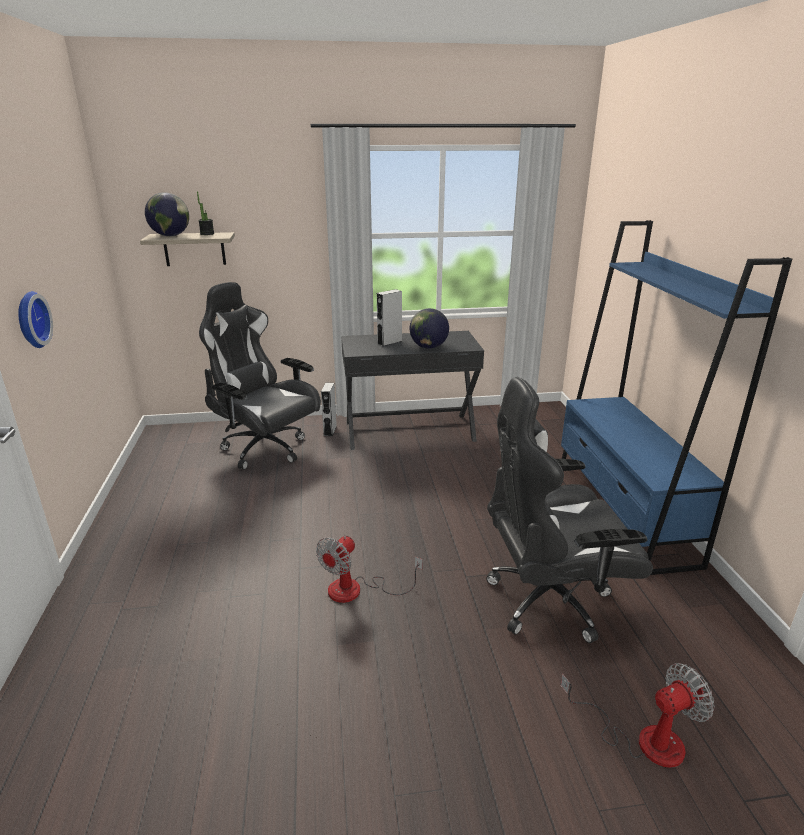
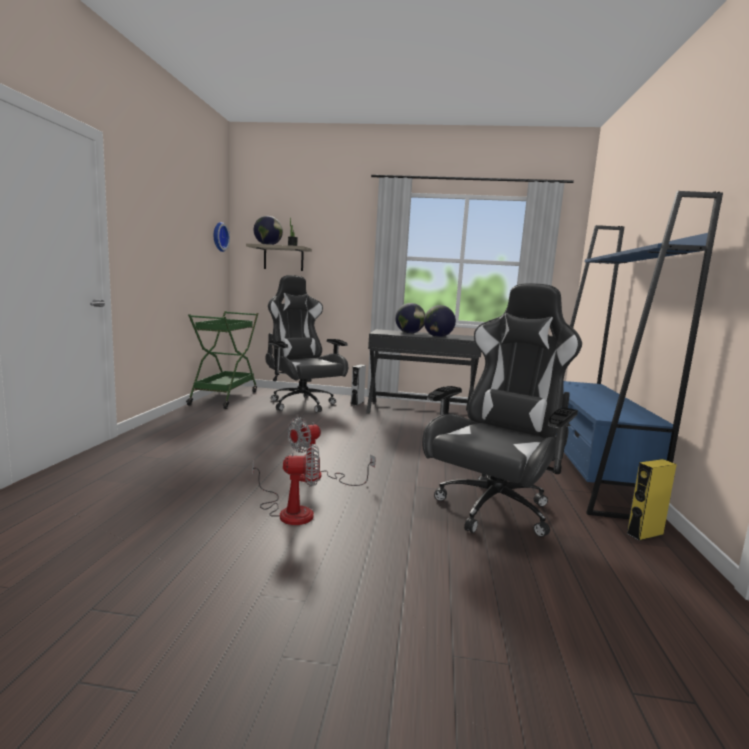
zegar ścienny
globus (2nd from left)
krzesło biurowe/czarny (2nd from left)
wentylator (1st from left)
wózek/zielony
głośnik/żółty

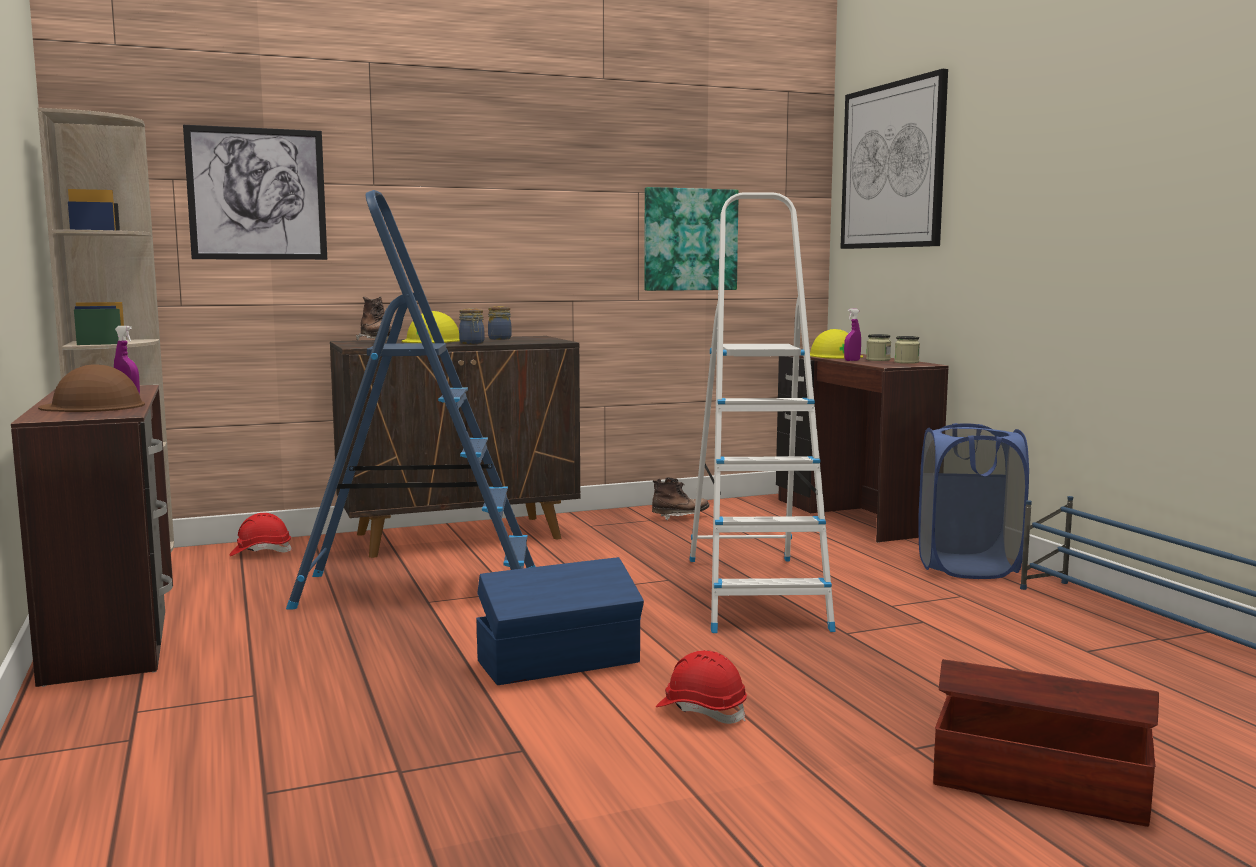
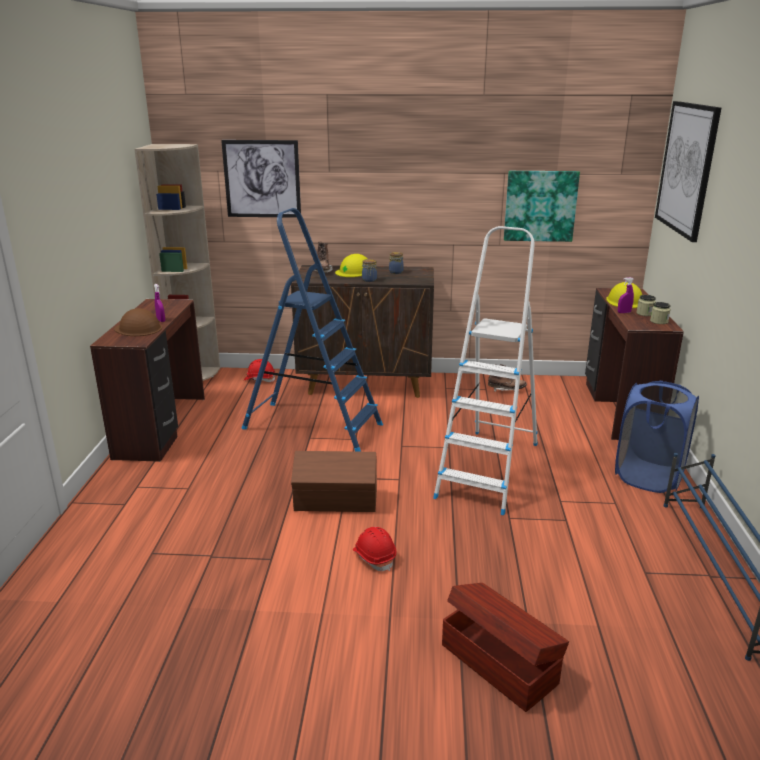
pojemnik do przechowywania/brązowy (1st from left)

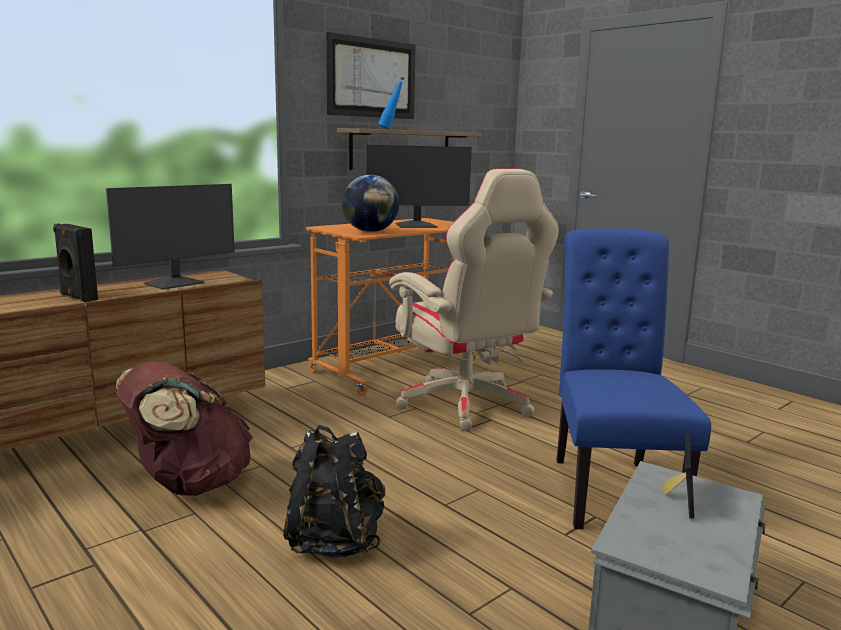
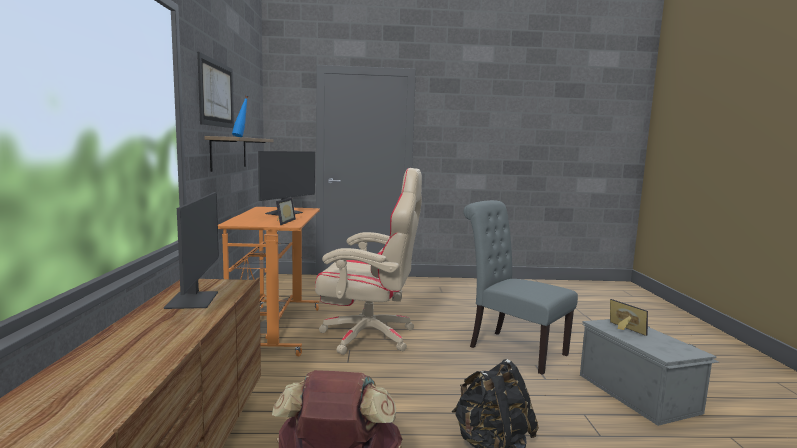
głośnik/czarny
ramka na zdjęcie (1st from left)
krzesło/szary

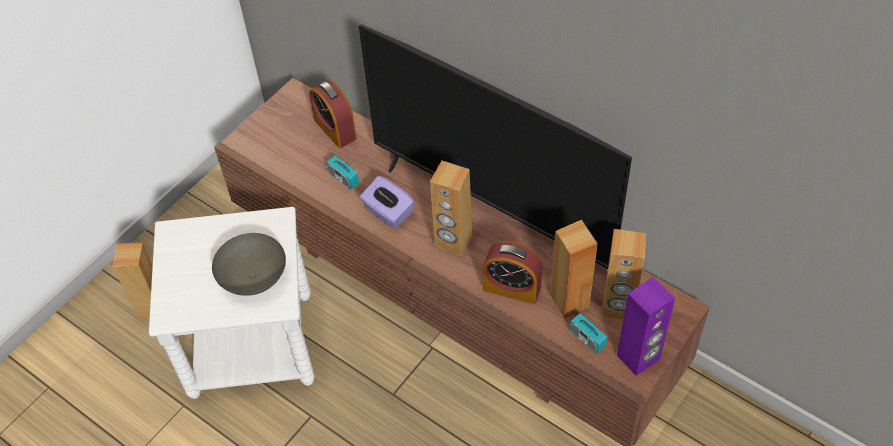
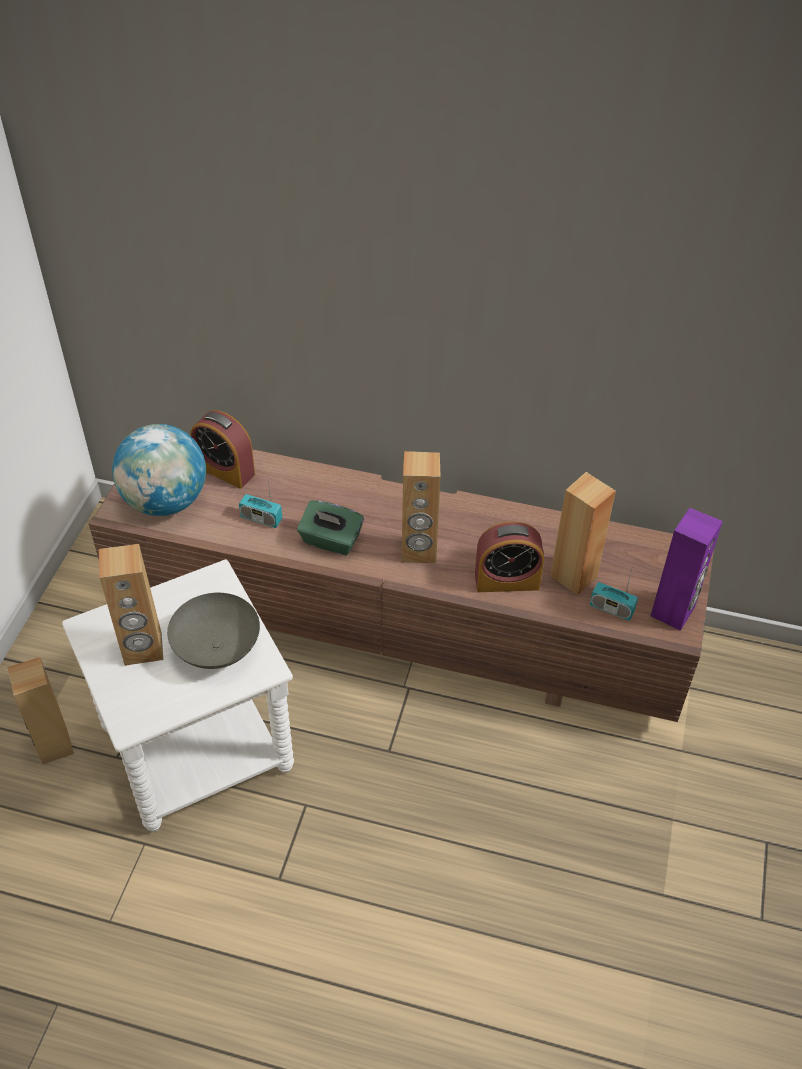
telewizor
pudełko chusteczek/zielony
głośnik/brązowy (2nd from left)
globus

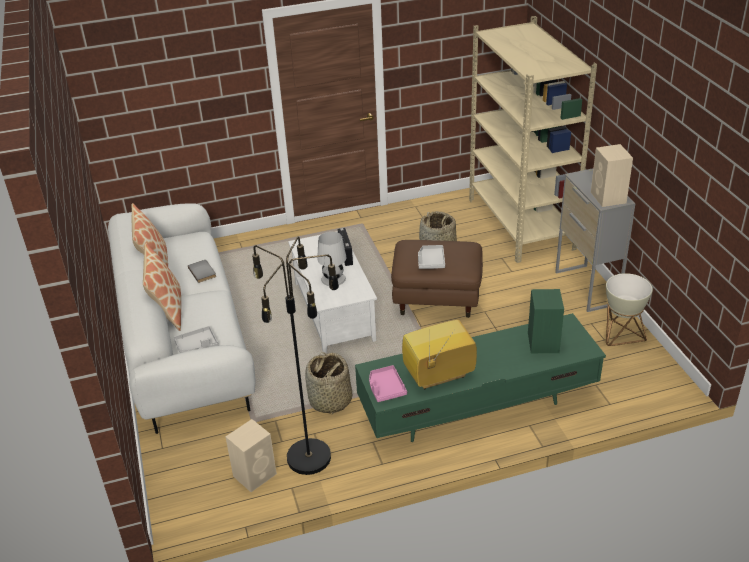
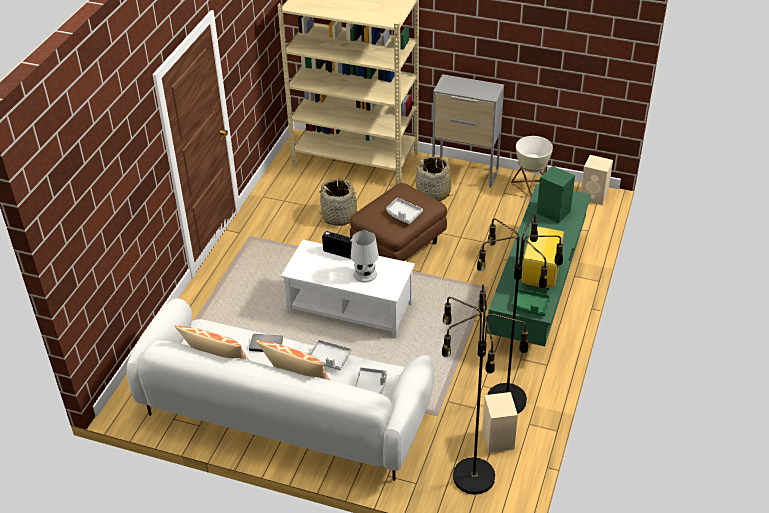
koszyk (2nd from left)
taca/zielony
głośnik/beżowy (2nd from left)
taca/szary (1st from left)
lampa stojąca (1st from left)

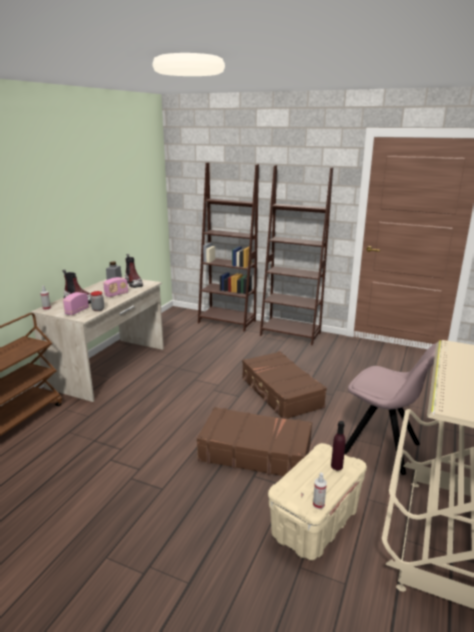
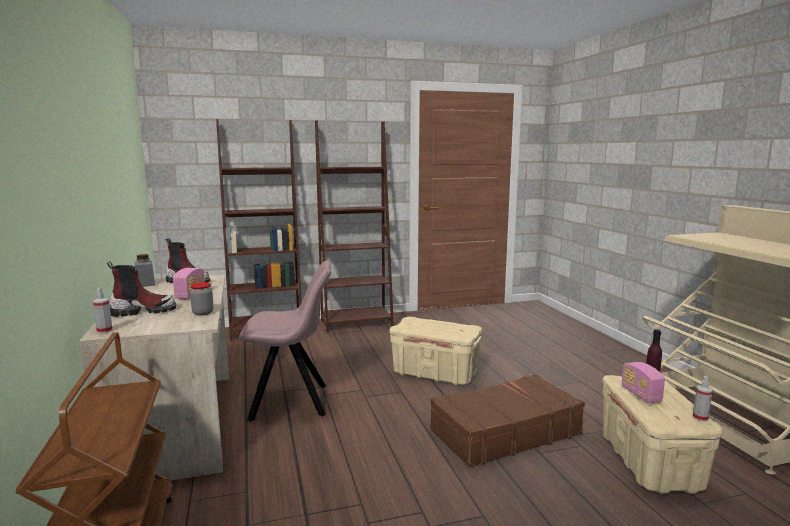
radio (2nd from left)
pojemnik do przechowywania/beżowy (1st from left)
krzesło/różowy

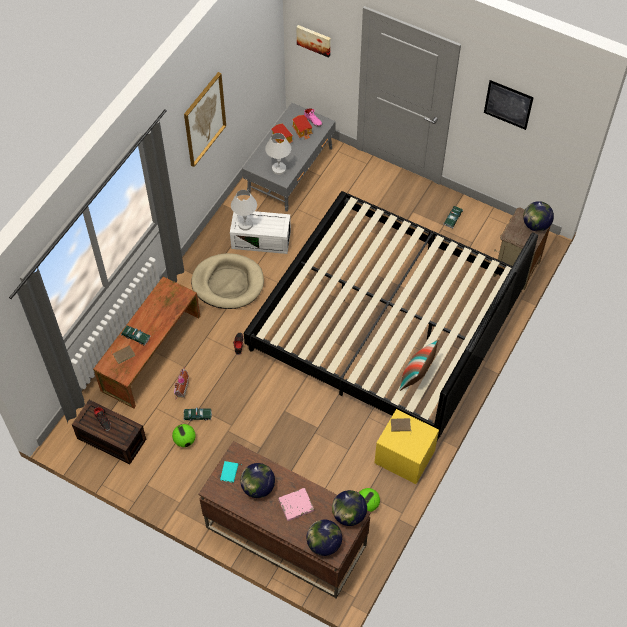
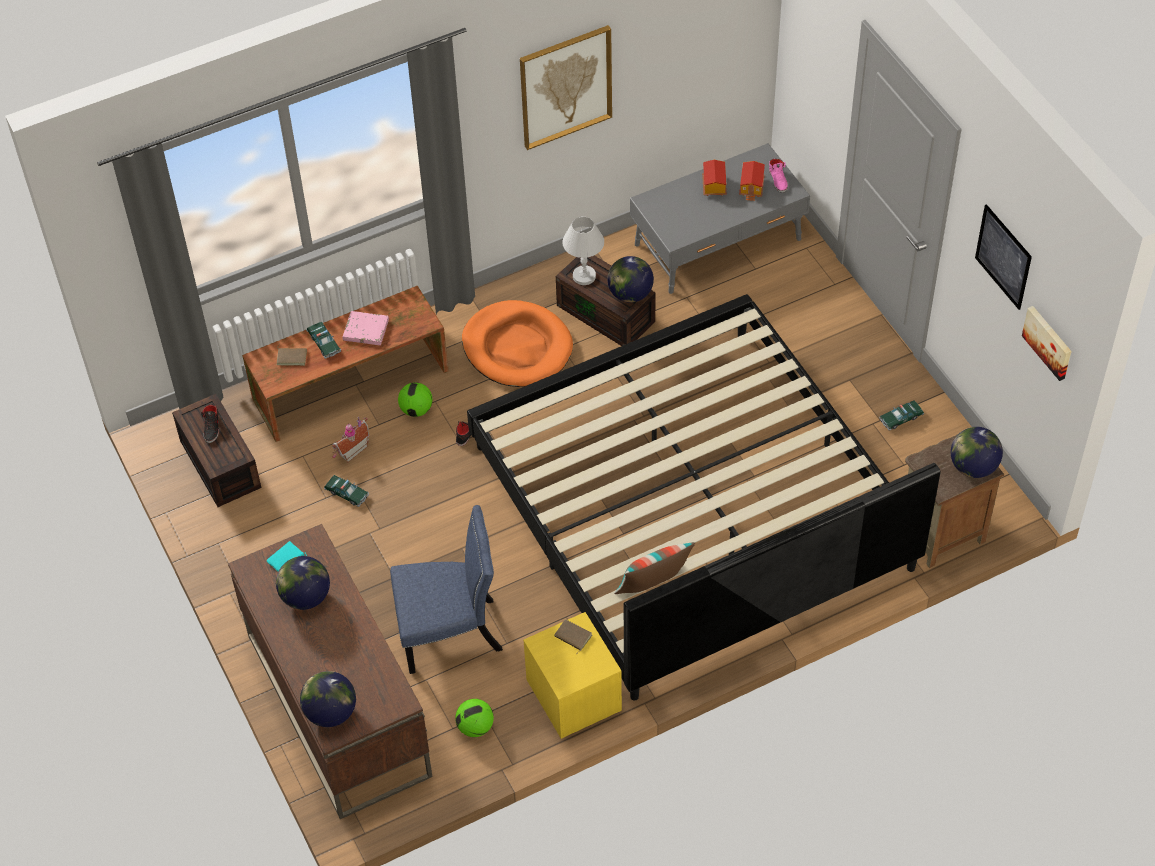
piłka futbolowa (1st from left)
legowisko/pomarańczowy
pojemnik do przechowywania/brązowy (2nd from left)
lampa stołowa/biały (2nd from left in the first image)
książka/różowy
obraz (3rd from left)
globus (3rd from left)
krzesło/niebieski

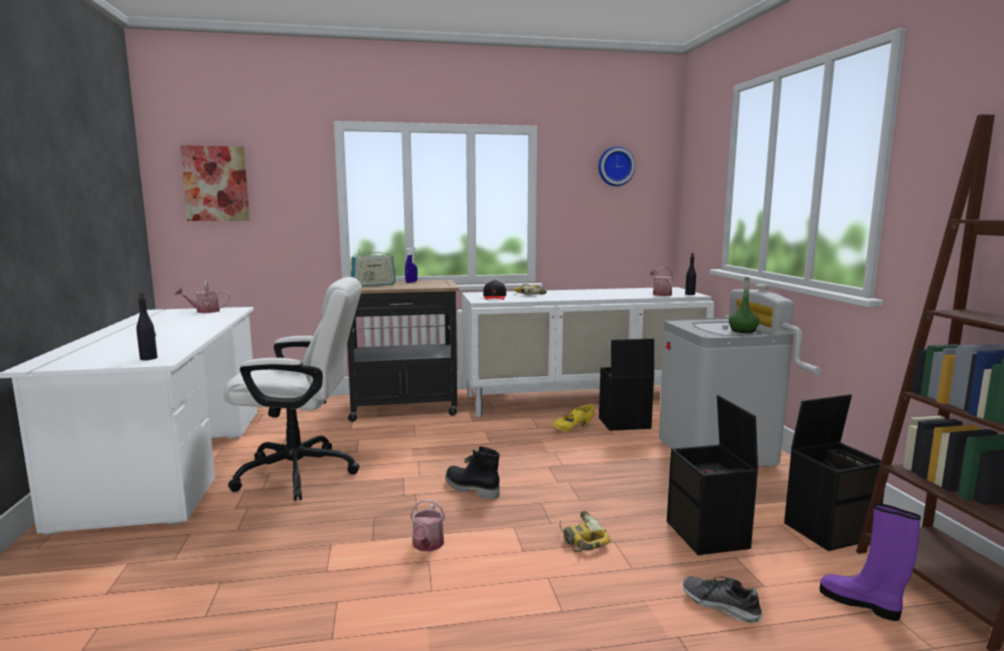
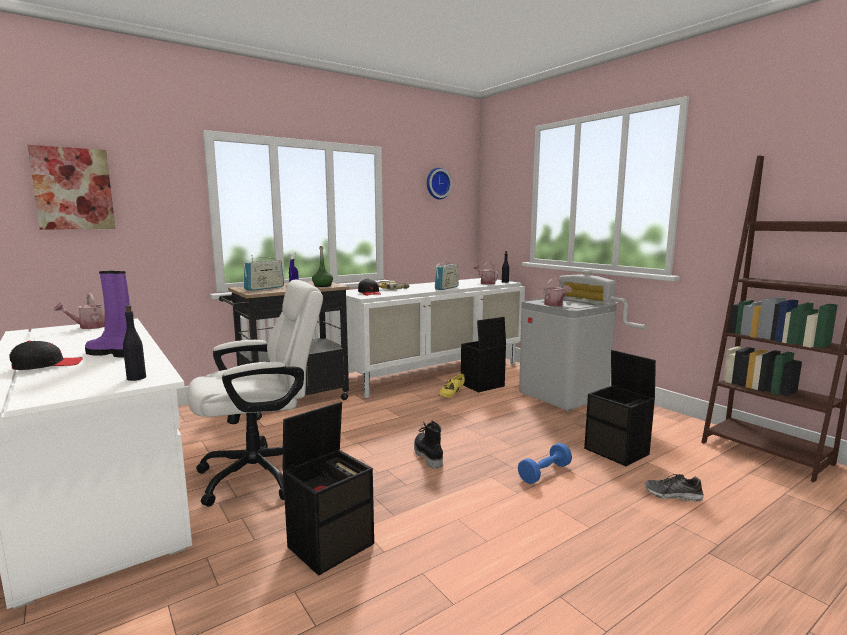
konewka (3rd from left)
but z cholewką/czarny
hantel/niebieski
butelka/zielony
pojemnik do przechowywania/czarny (1st from left)
but z cholewką/fioletowy
czapka z daszkiem/czarny (1st from left)
radio (2nd from left)

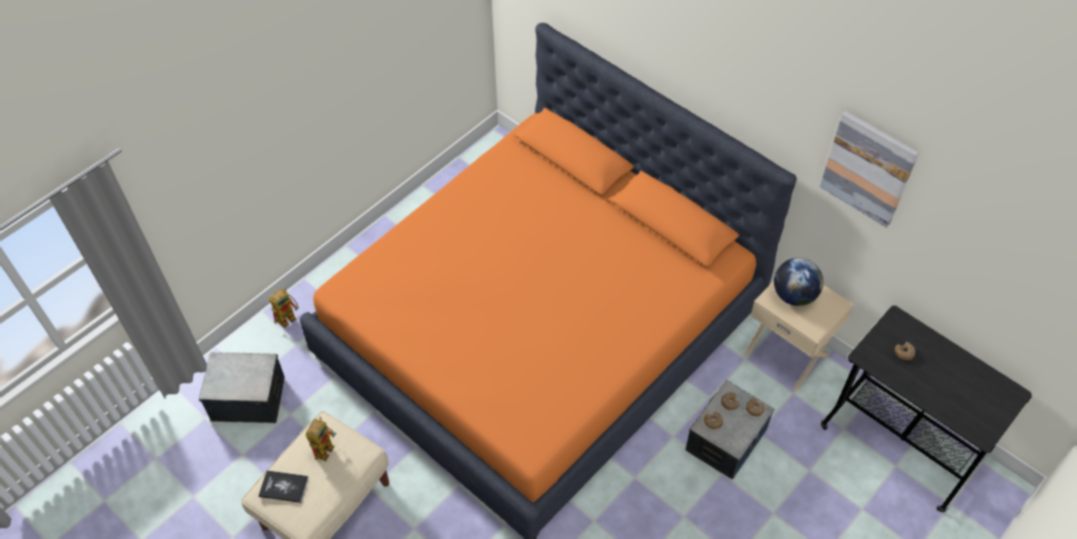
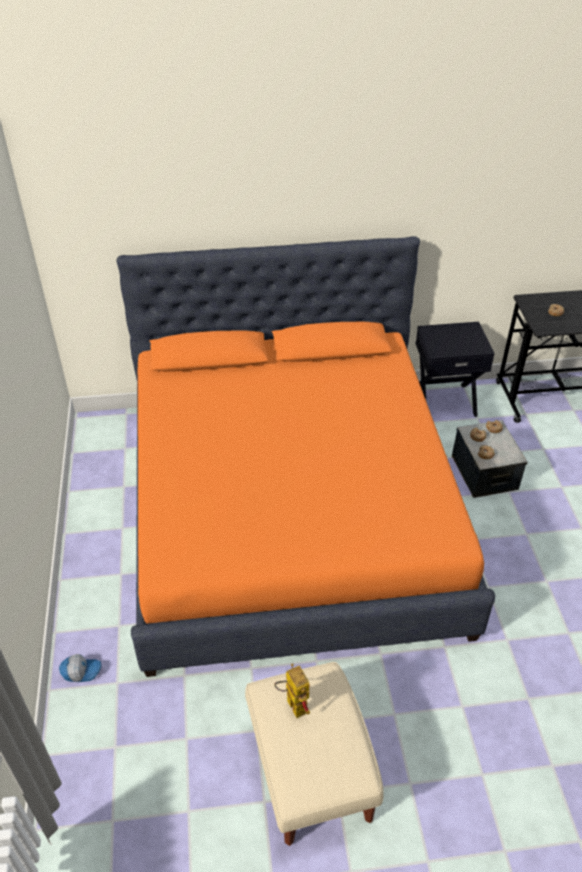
pojemnik do przechowywania (1st from left in the first image)
książka
czapka z daszkiem
szafka nocna/czarny
globus
obraz

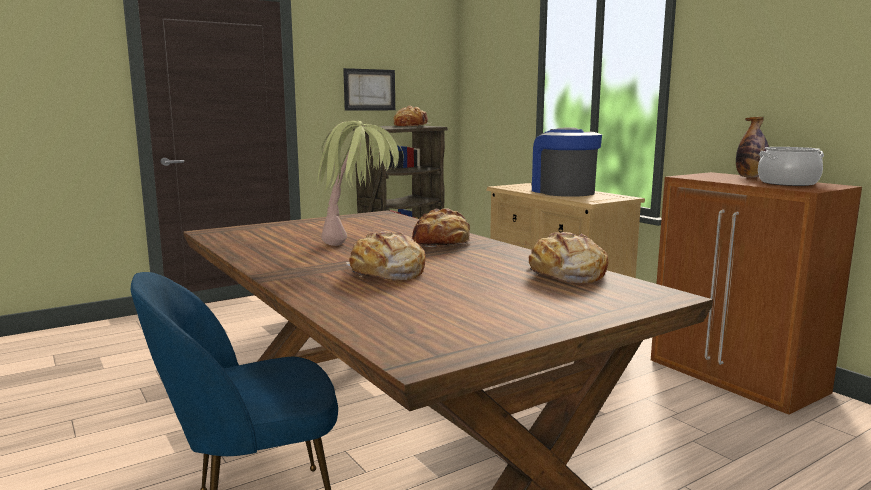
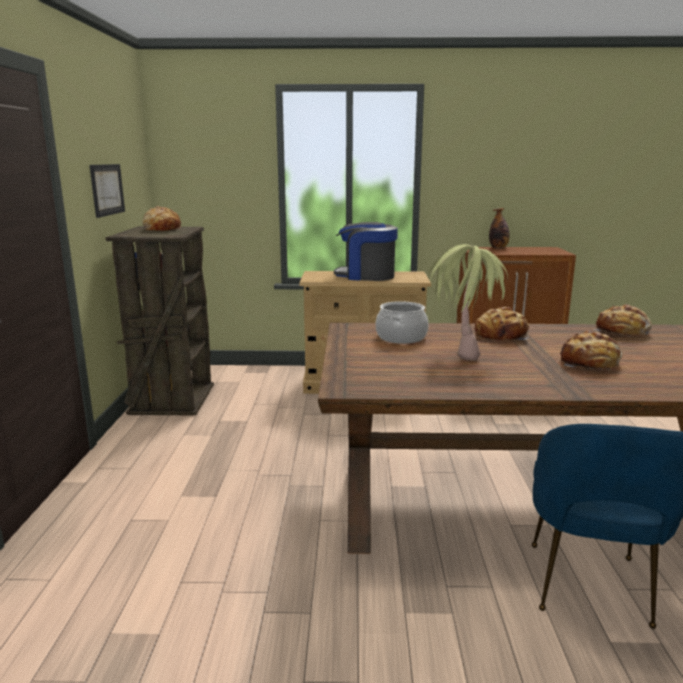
garnek

